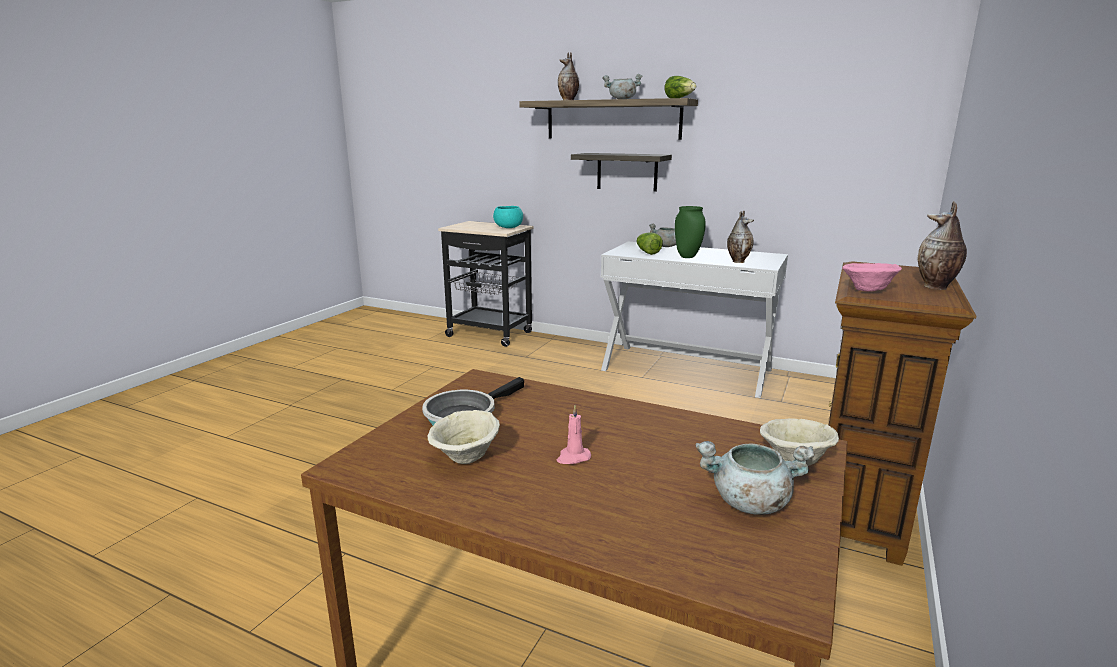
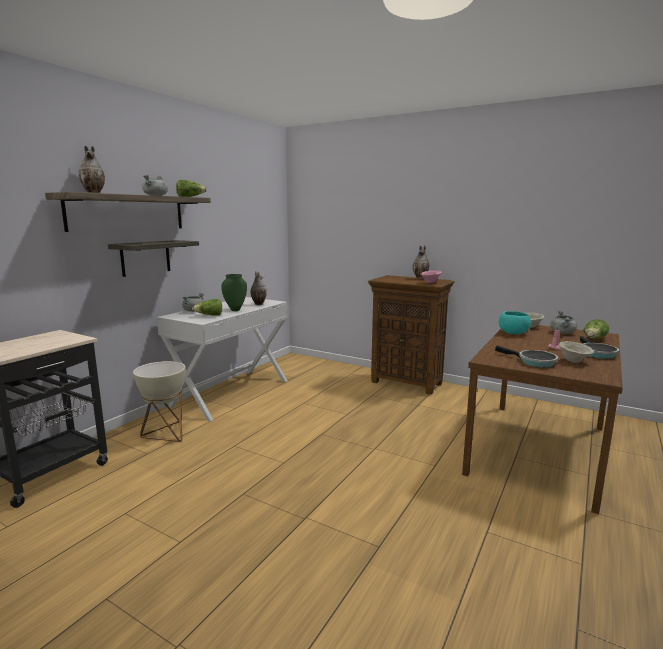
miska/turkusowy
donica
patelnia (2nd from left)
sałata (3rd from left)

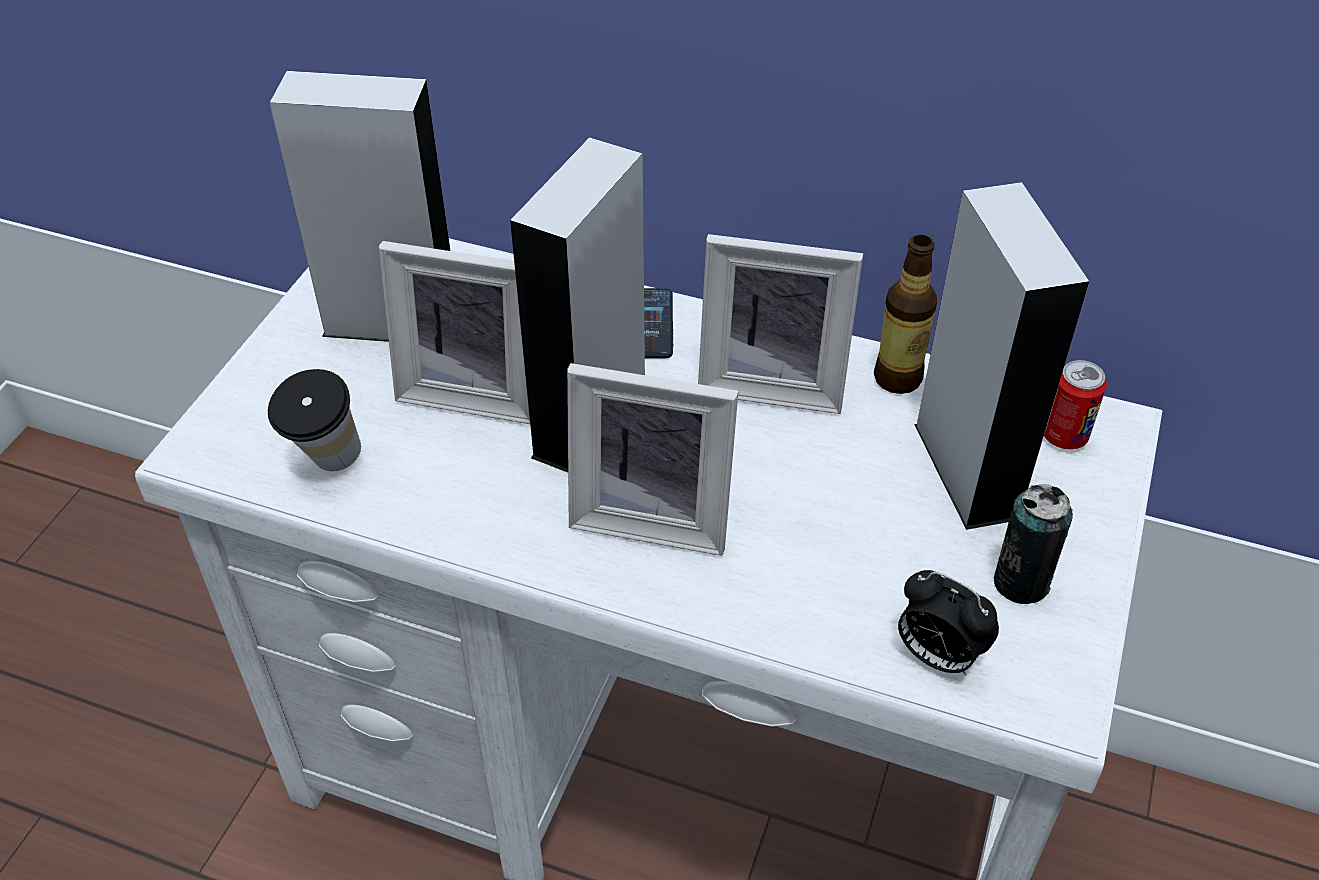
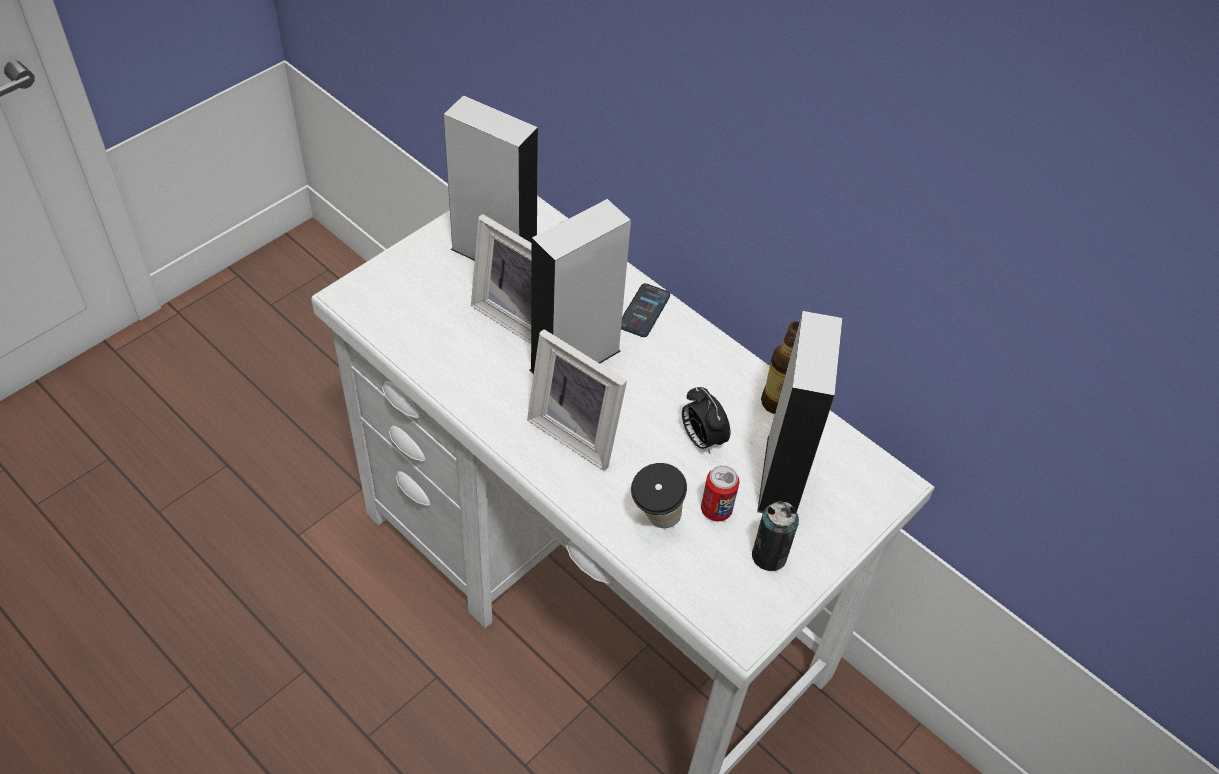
filiżanka
ramka na zdjęcie (3rd from left in the first image)
budzik
puszka (1st from left)

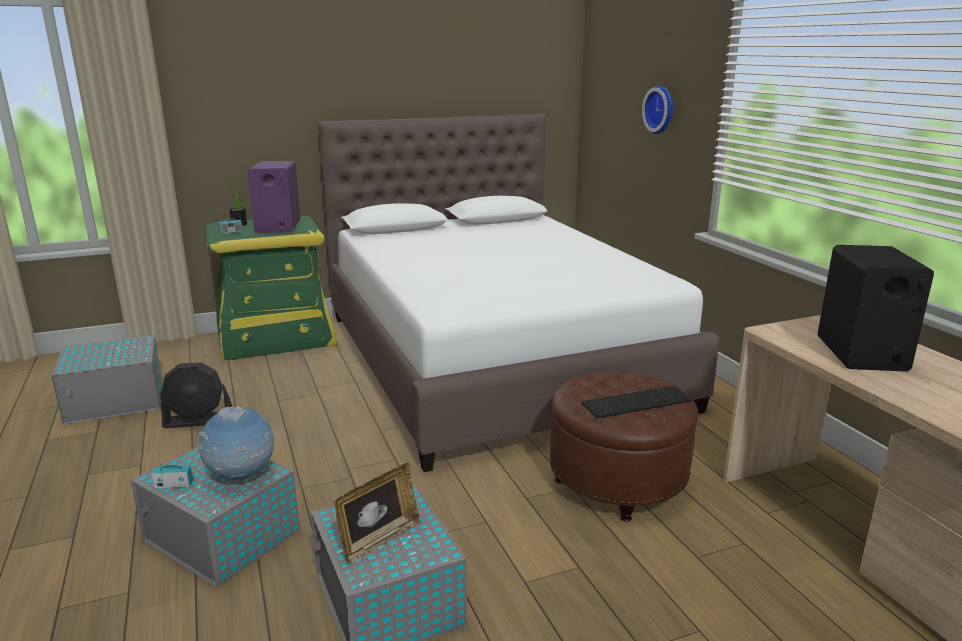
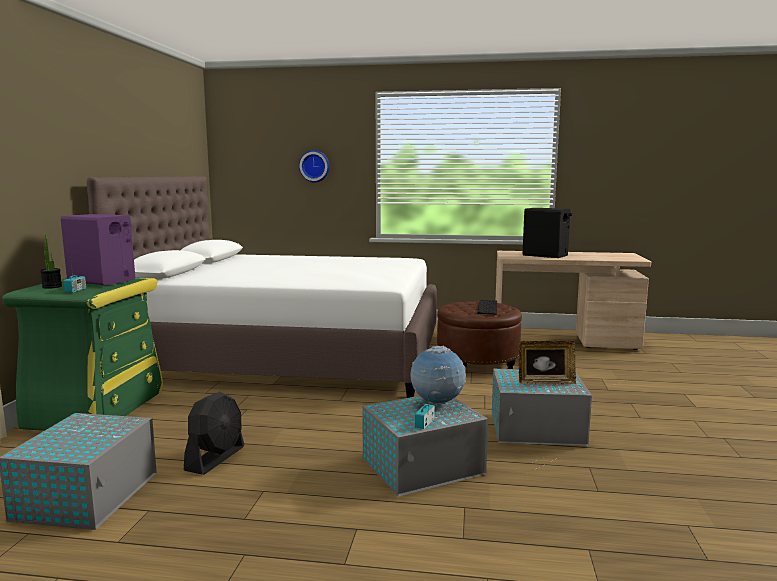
ramka na zdjęcie

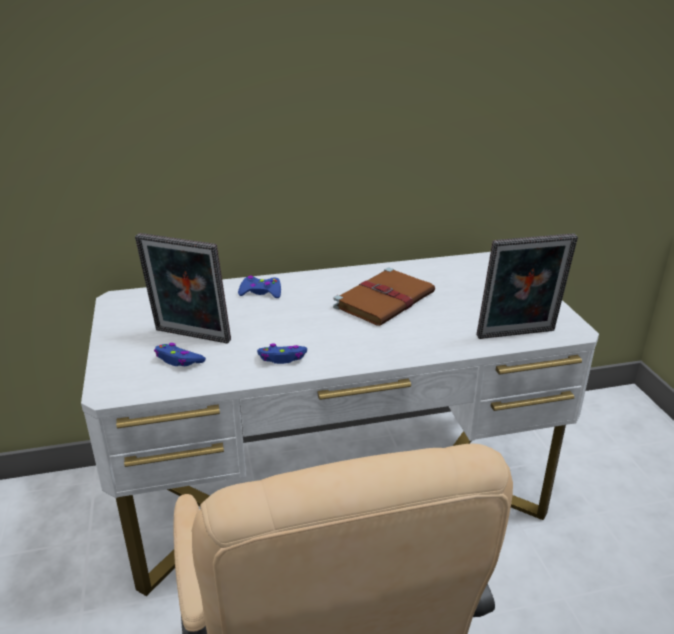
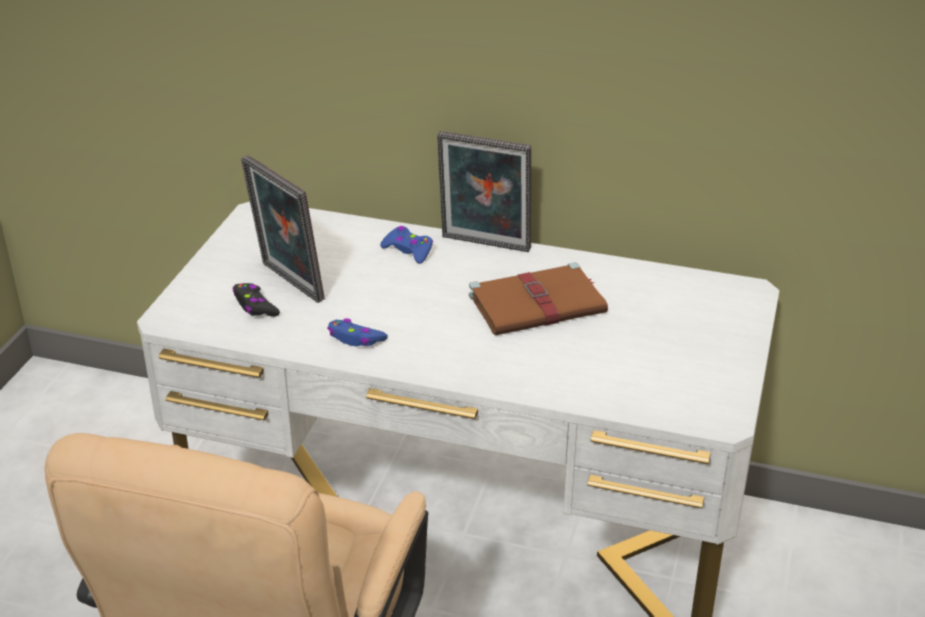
pad do gier/czarny
ramka na zdjęcie (2nd from left)

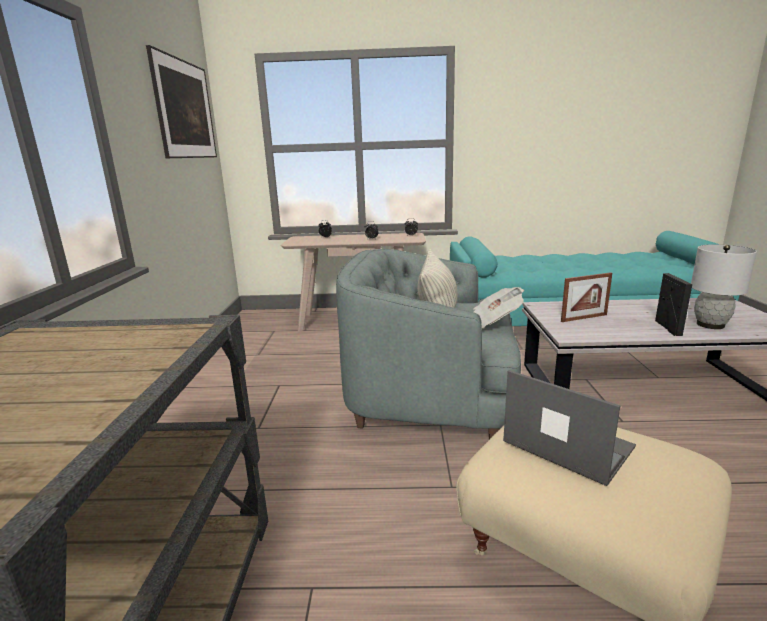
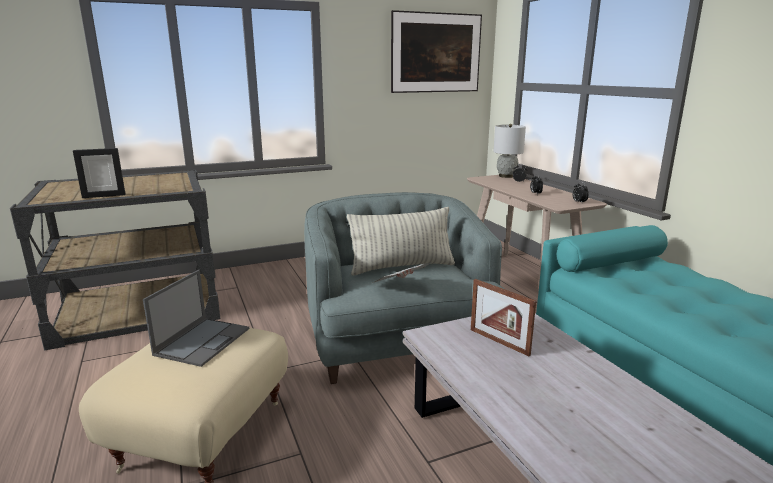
ramka na zdjęcie (1st from left)
lampa stołowa/biały

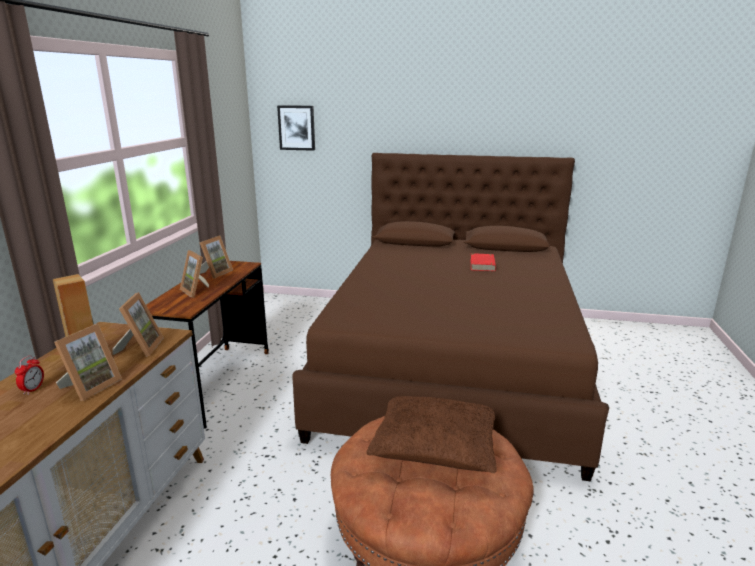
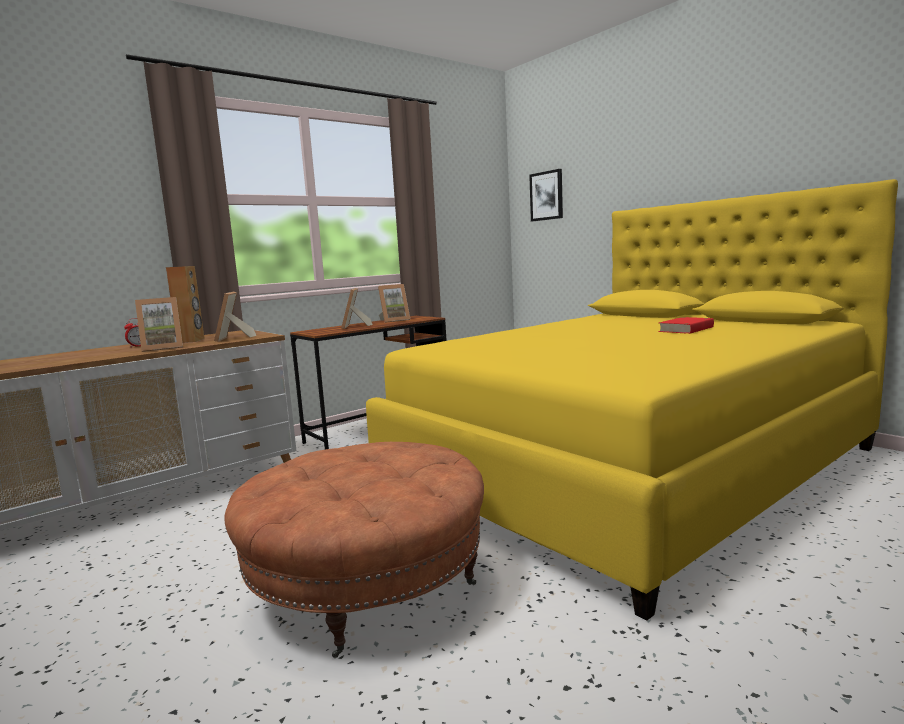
ramka na zdjęcie (2nd from left)
łóżko/żółty
poduszka/brązowy

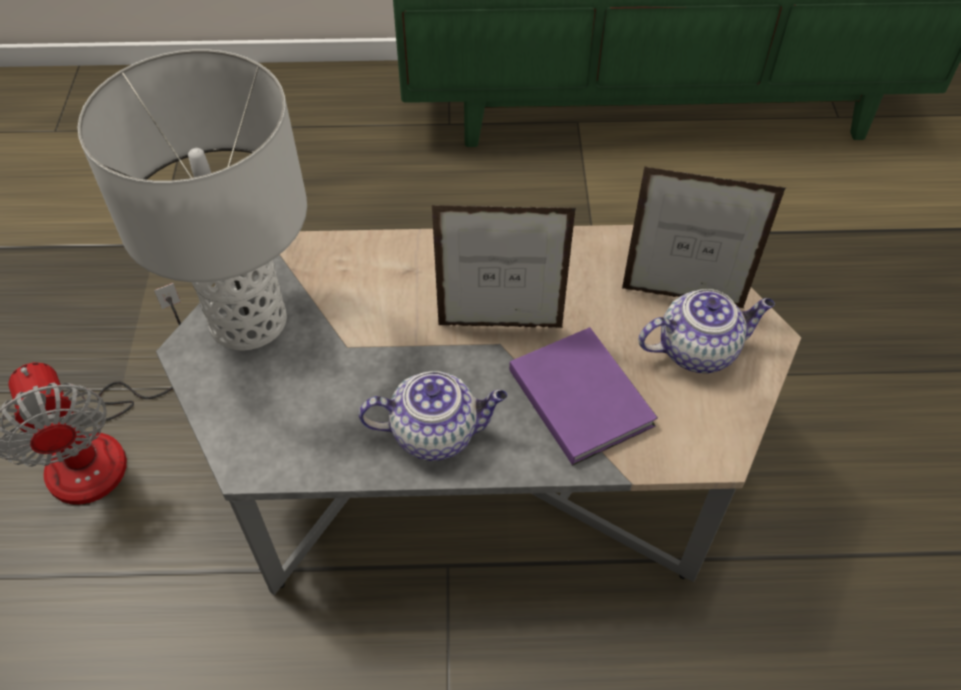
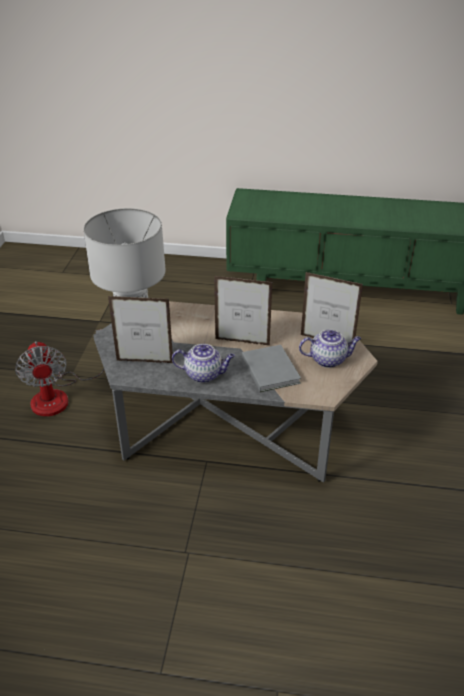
książka/szary
ramka na zdjęcie (1st from left)

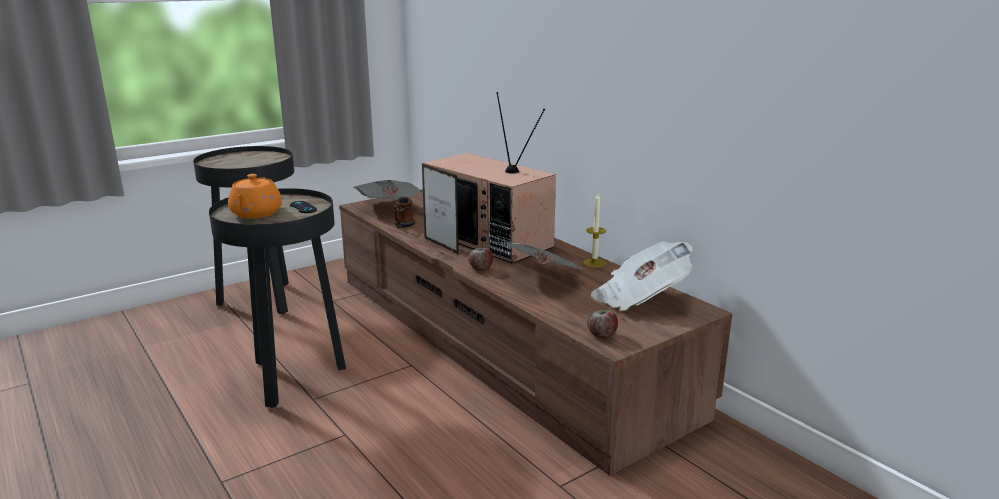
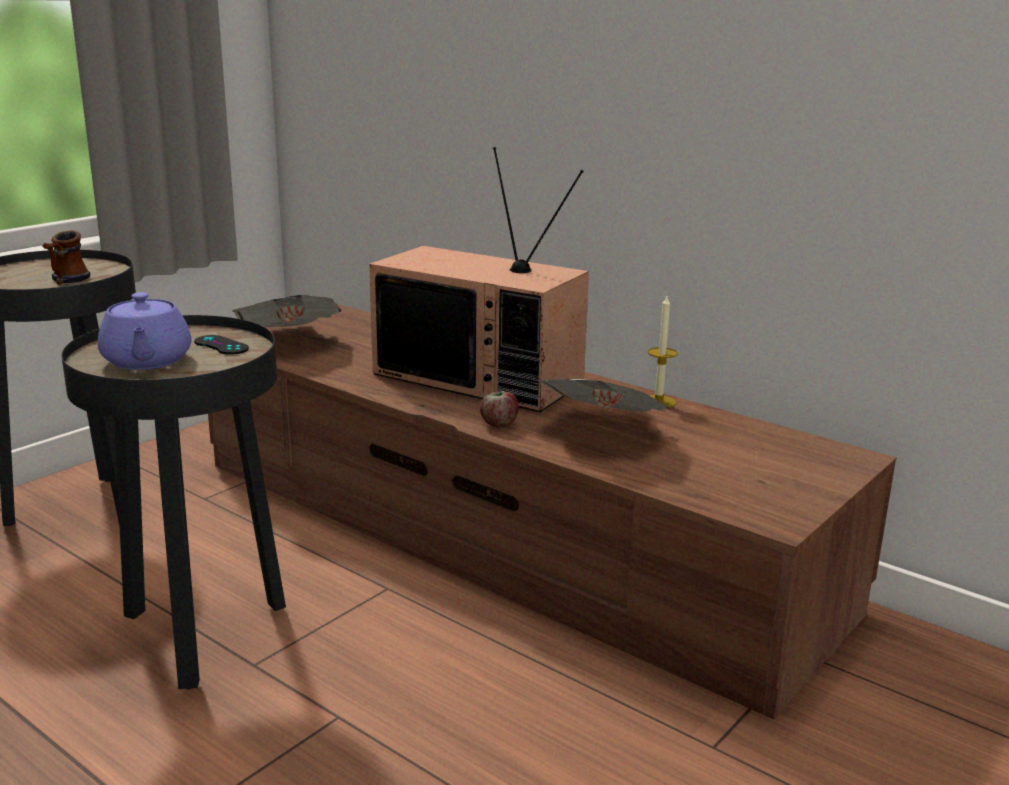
imbryk/fioletowy
kubek
ramka na zdjęcie
jabłko (2nd from left in the first image)
gazeta (3rd from left in the first image)

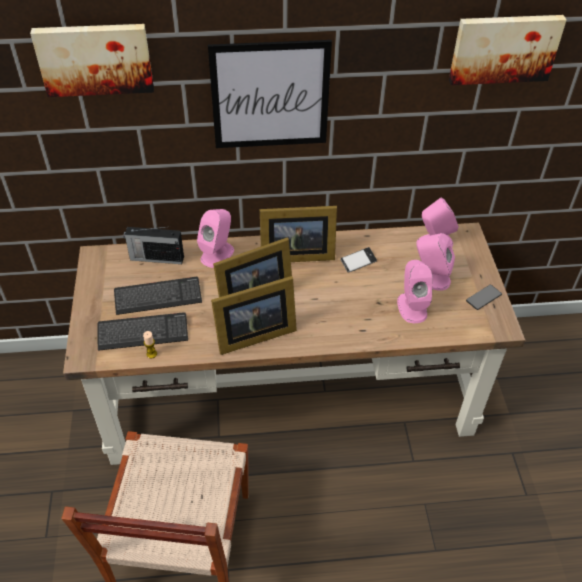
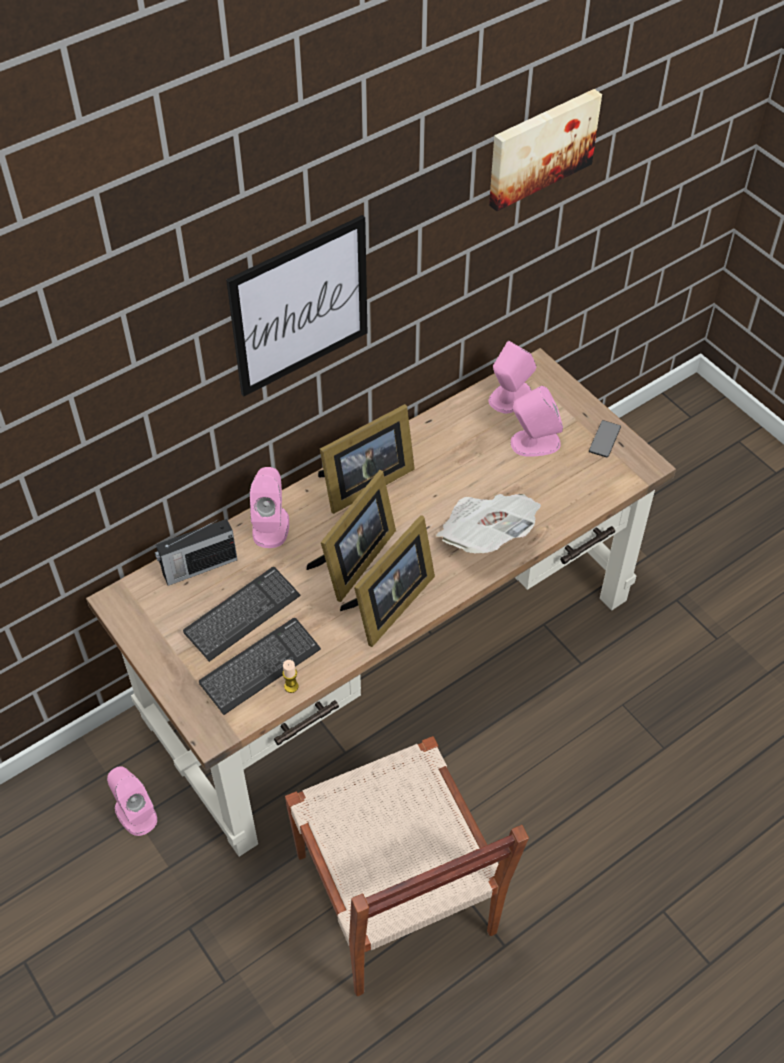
obraz (1st from left in the first image)
telefon (1st from left in the first image)
głośnik/różowy (1st from left)
gazeta

